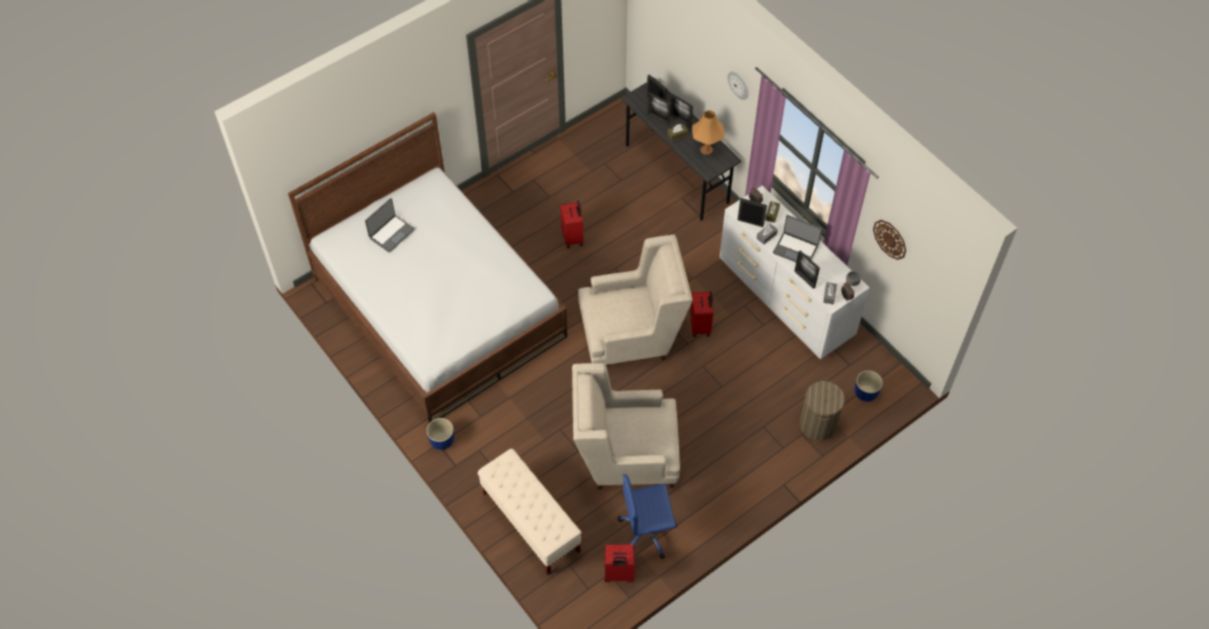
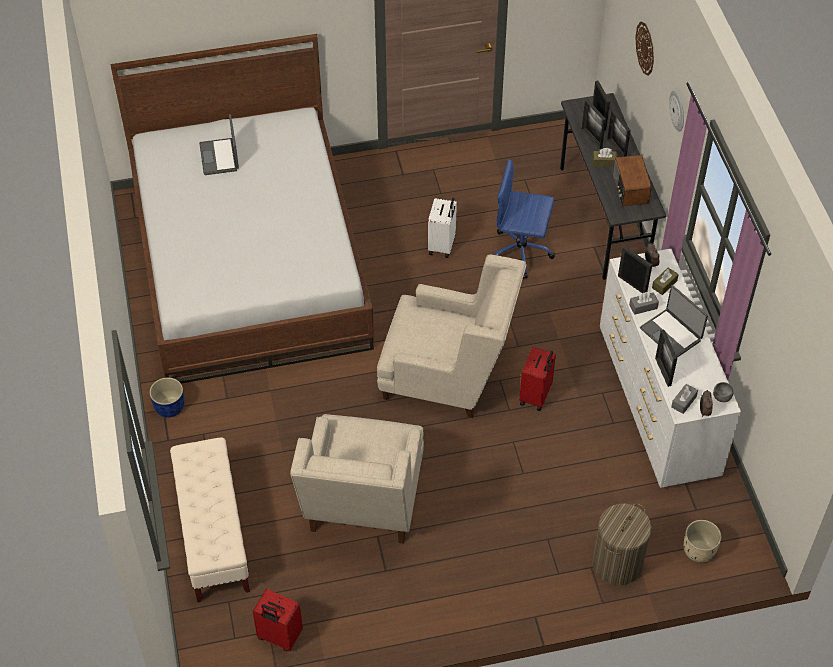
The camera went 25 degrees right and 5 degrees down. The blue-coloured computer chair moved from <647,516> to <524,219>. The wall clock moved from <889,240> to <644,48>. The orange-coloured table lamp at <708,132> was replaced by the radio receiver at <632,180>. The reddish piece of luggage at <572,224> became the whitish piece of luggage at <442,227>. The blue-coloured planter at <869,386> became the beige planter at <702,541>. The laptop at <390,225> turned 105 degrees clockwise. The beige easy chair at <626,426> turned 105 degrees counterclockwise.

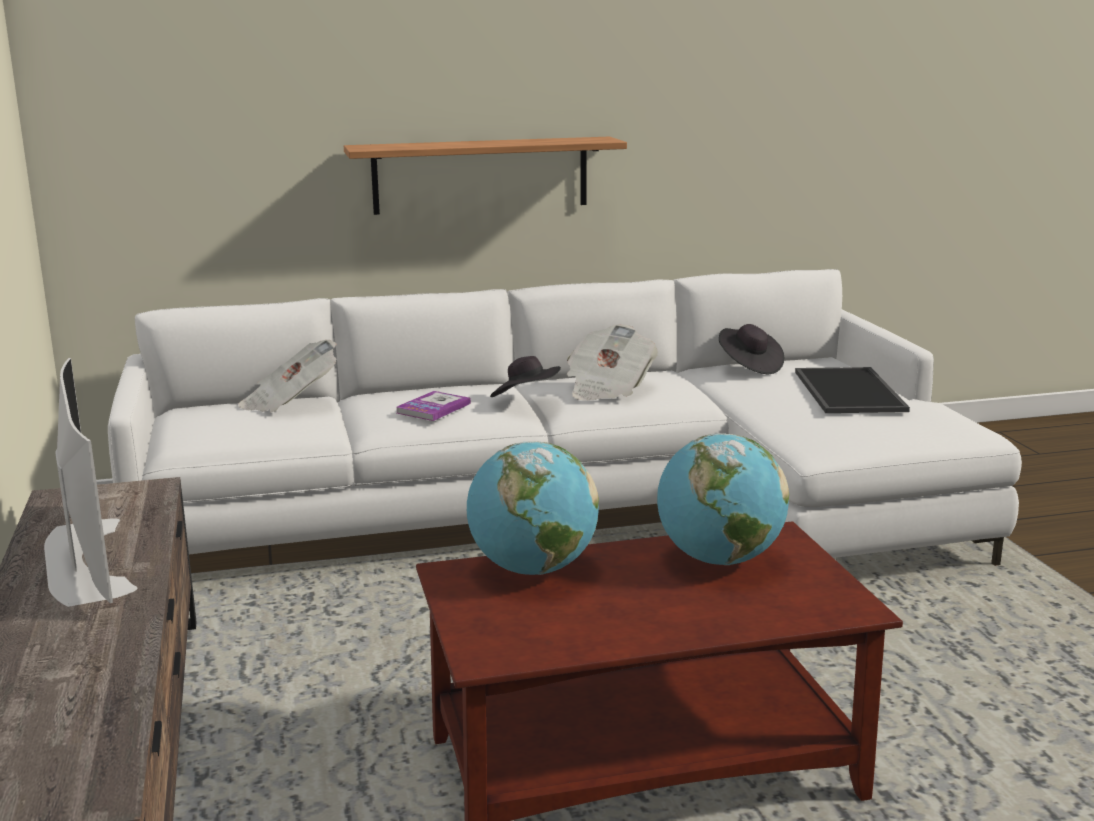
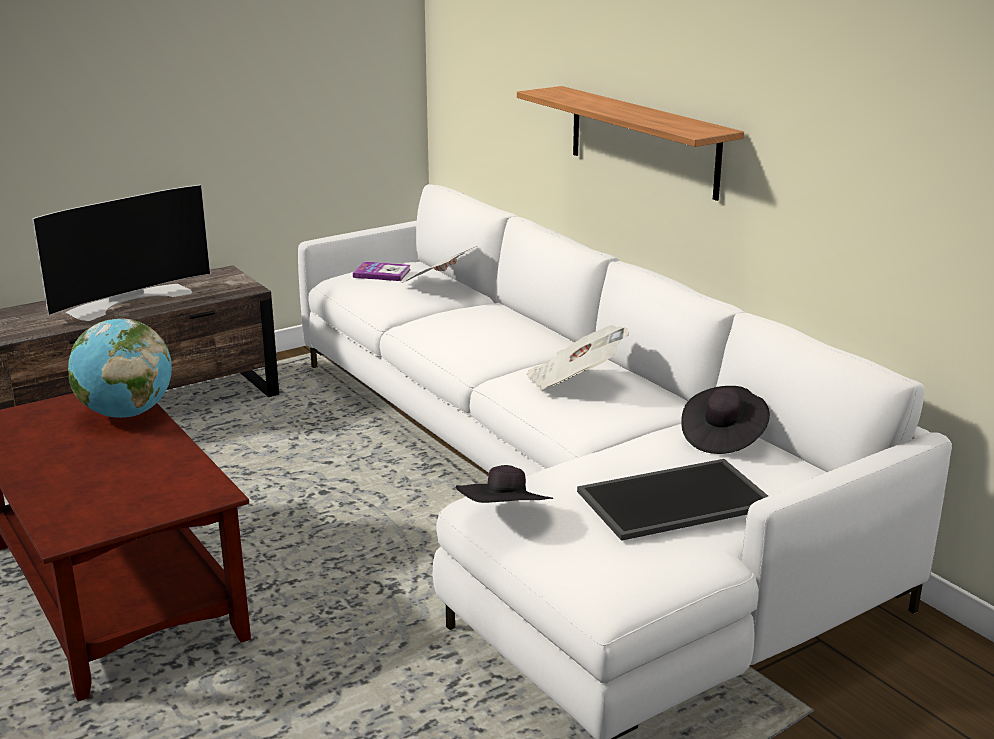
The camera went 70 degrees right and 5 degrees up. The desk globe at <723,499> disappeared. The book moved from <434,406> to <382,271>. The black-coloured wearable hat moved from <525,376> to <504,484>.

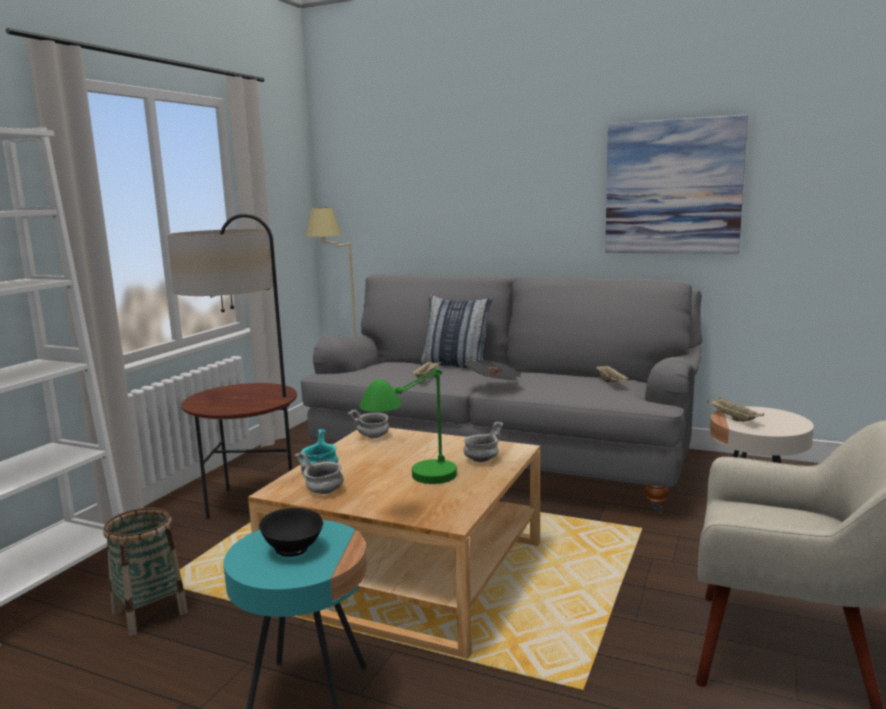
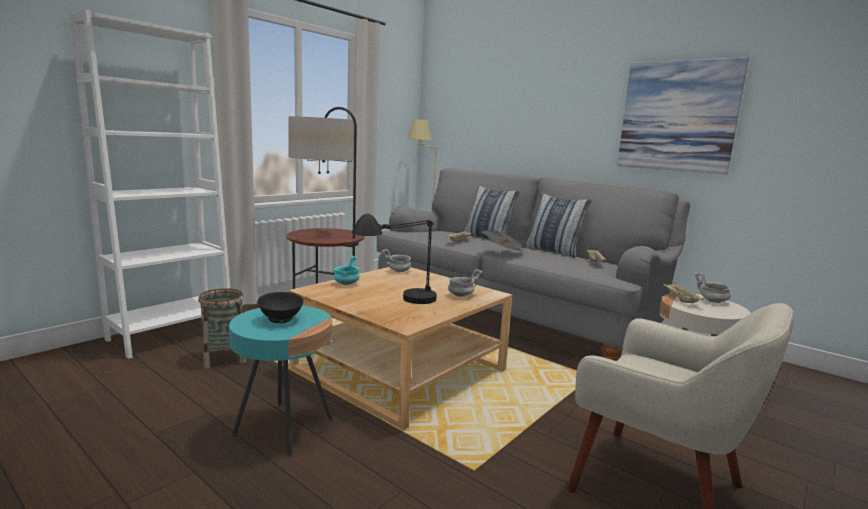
The camera went 15 degrees right and 0 degrees up. The pillow at <558,225> appeared. The grey serving bowl moved from <319,473> to <712,287>. The green table lamp at <408,426> became the black-coloured table lamp at <394,259>.

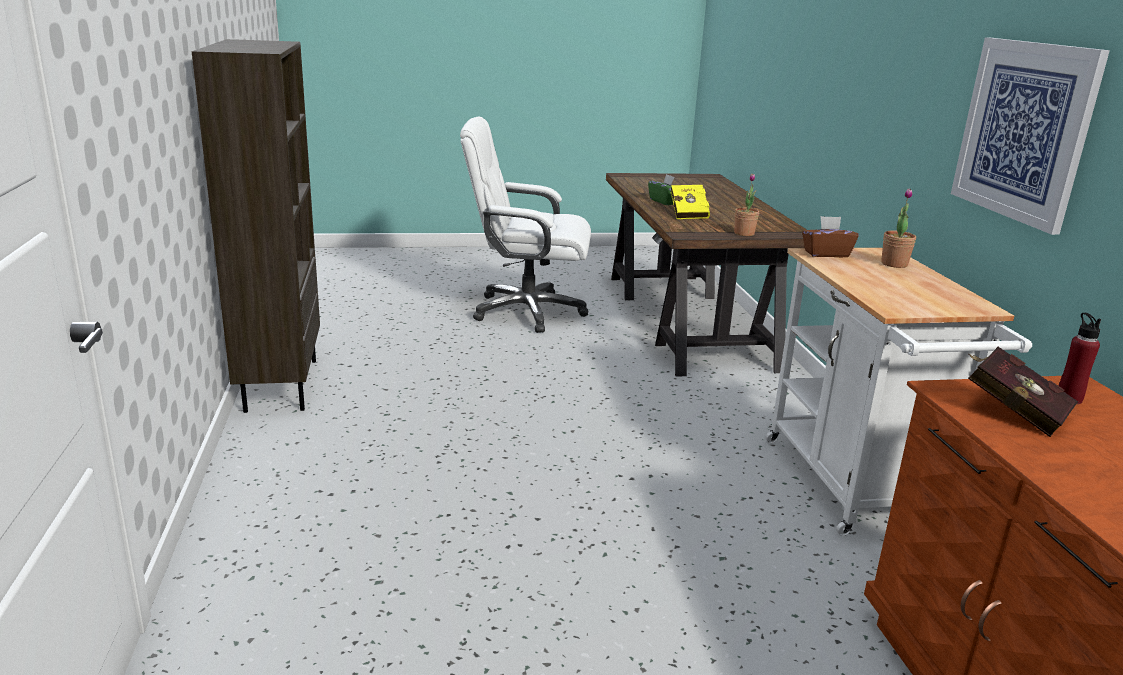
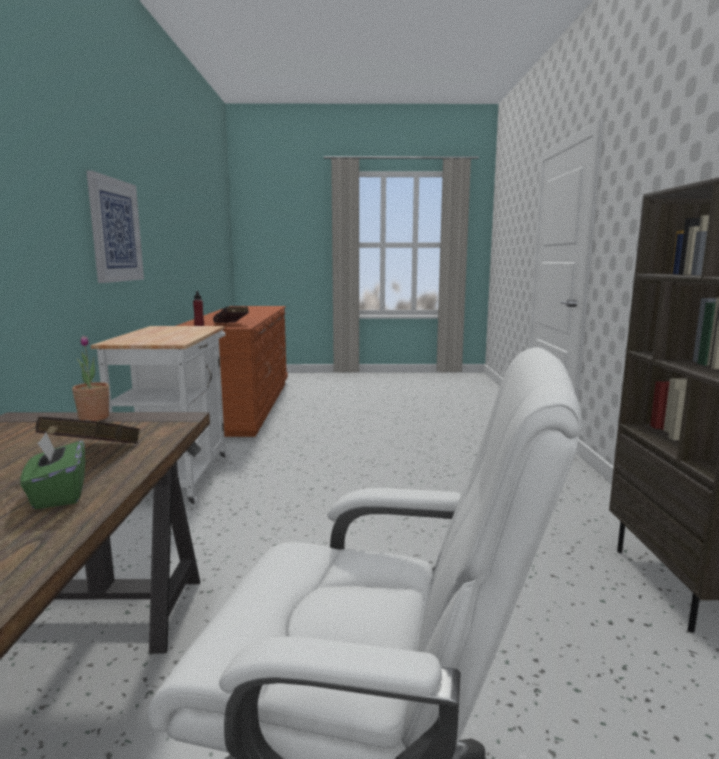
The camera went 170 degrees left and 10 degrees down. The brown-coloured tissue holder at <830,236> disappeared. The houseplant at <898,228> disappeared. The yellow book at <690,202> became the reddish book at <87,430>.

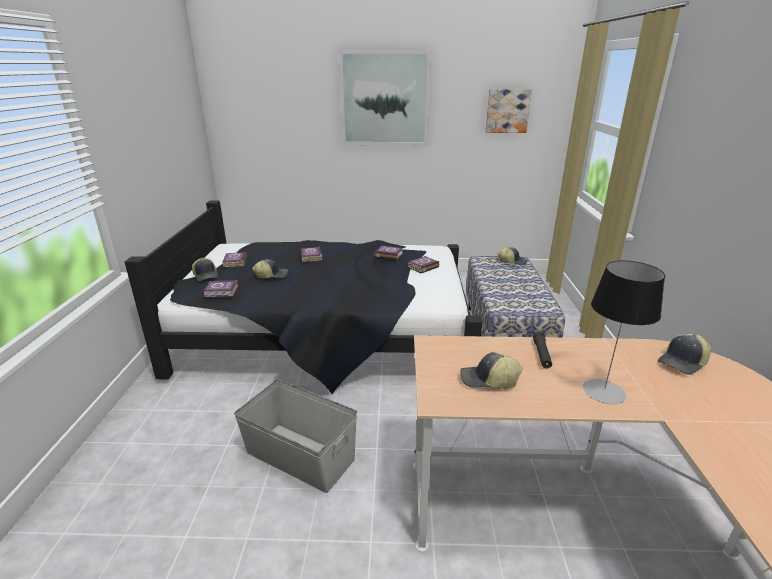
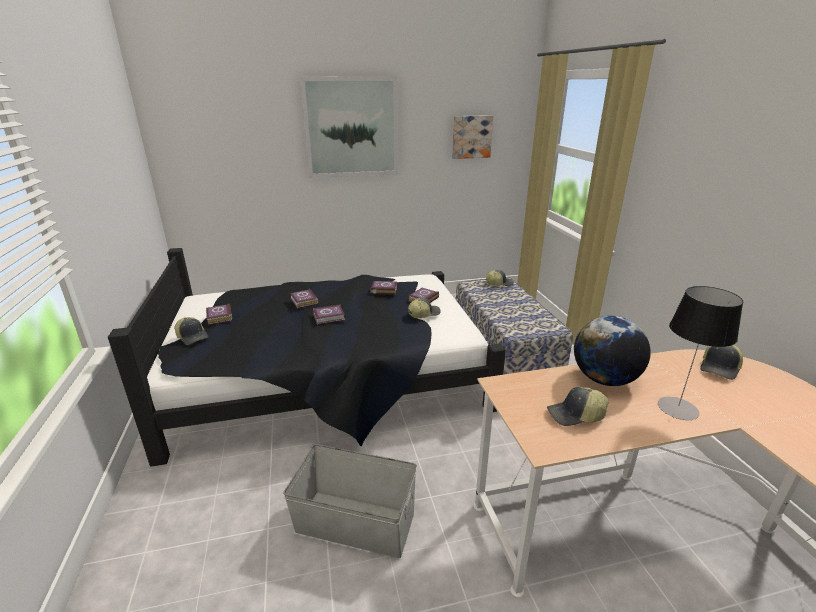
The camera went 15 degrees left and 0 degrees up. The book moved from <220,289> to <329,315>. The peaked cap moved from <270,268> to <424,308>. The black-coloured torch at <542,350> was replaced by the desk globe at <612,351>.

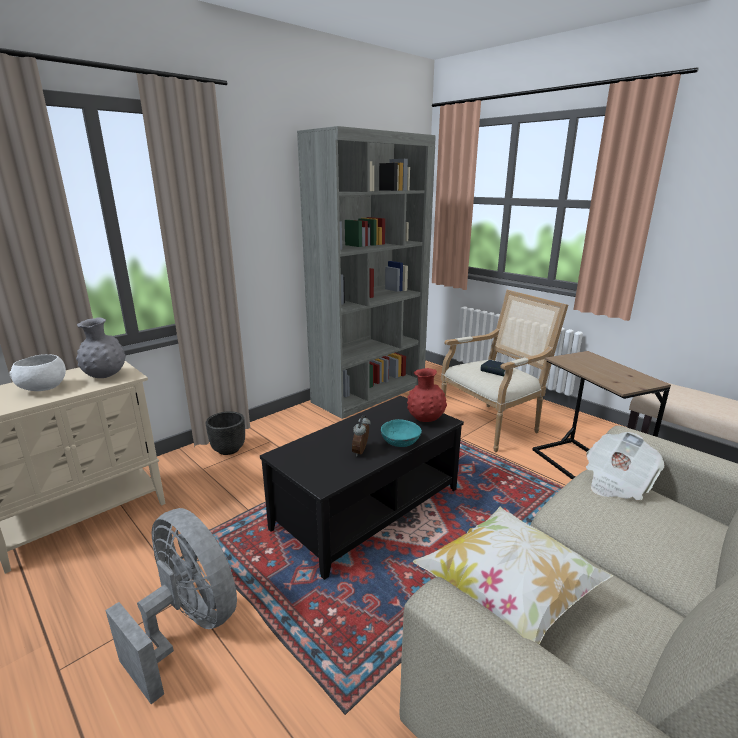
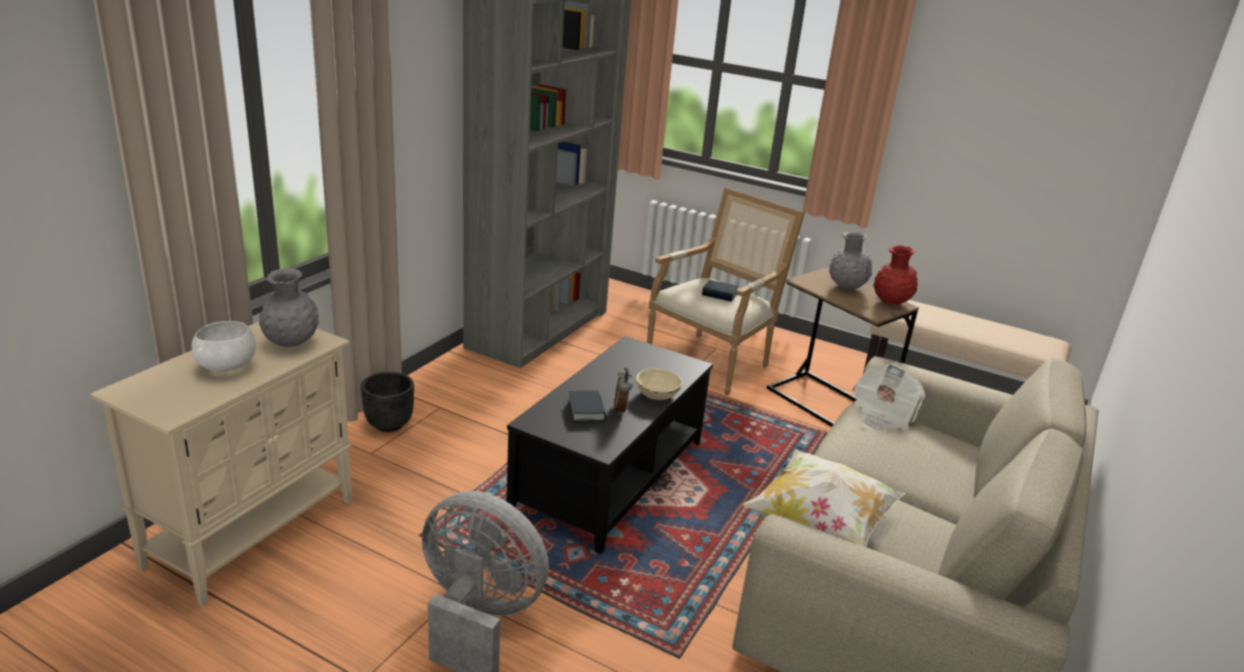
The camera went 20 degrees left and 5 degrees up. The book at <587,406> appeared. The grey decorative vase at <850,260> appeared. The reddish decorative vase moved from <427,395> to <895,274>. The blue-green serving bowl at <401,433> became the beige serving bowl at <659,384>.

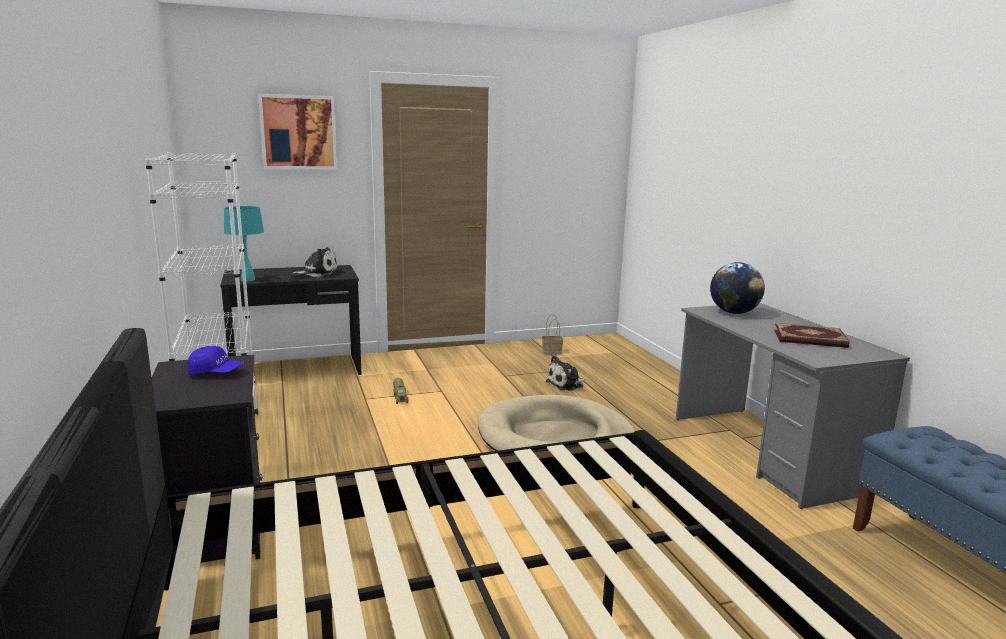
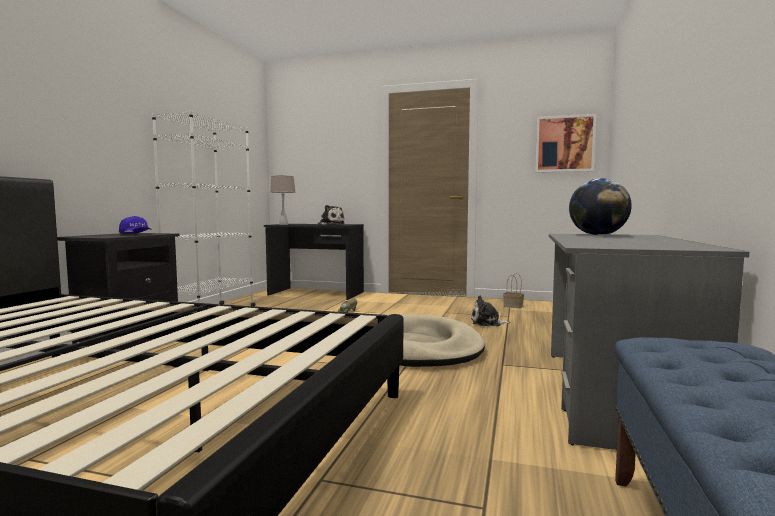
The camera went 35 degrees right and 10 degrees down. The book at <812,335> disappeared. The wall picture moved from <297,132> to <565,143>. The blue-green table lamp at <244,244> became the beige table lamp at <283,200>.

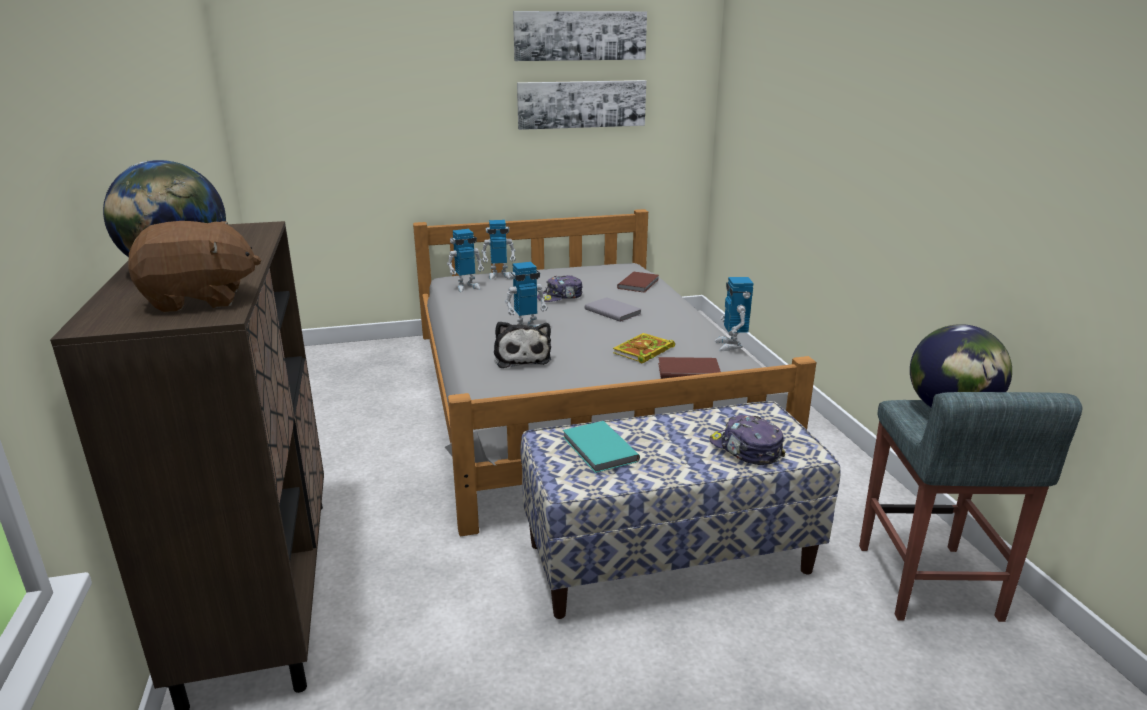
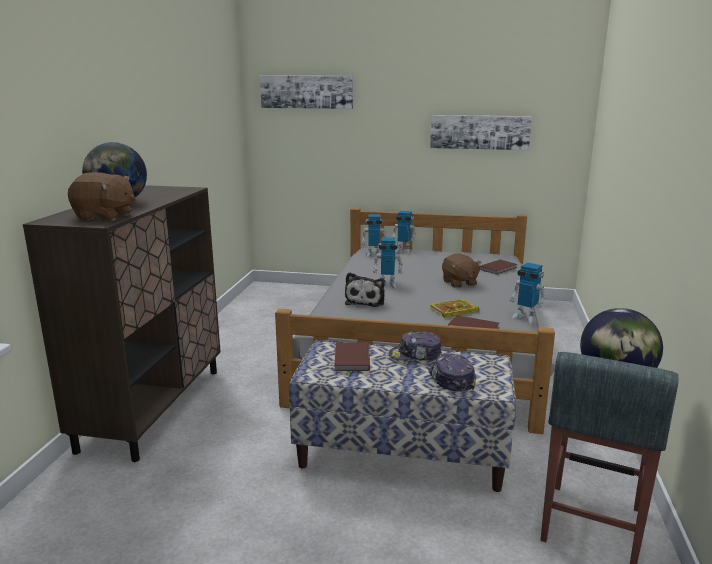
The camera went 25 degrees right and 5 degrees down. The wall picture moved from <580,36> to <306,92>. The peaked cap moved from <560,288> to <415,346>. The grey book at <613,309> was replaced by the brown-coloured cuddly toy at <461,270>. The blue-green book at <601,447> became the brown-coloured book at <352,357>. The model robot at <734,314> turned 75 degrees counterclockwise.

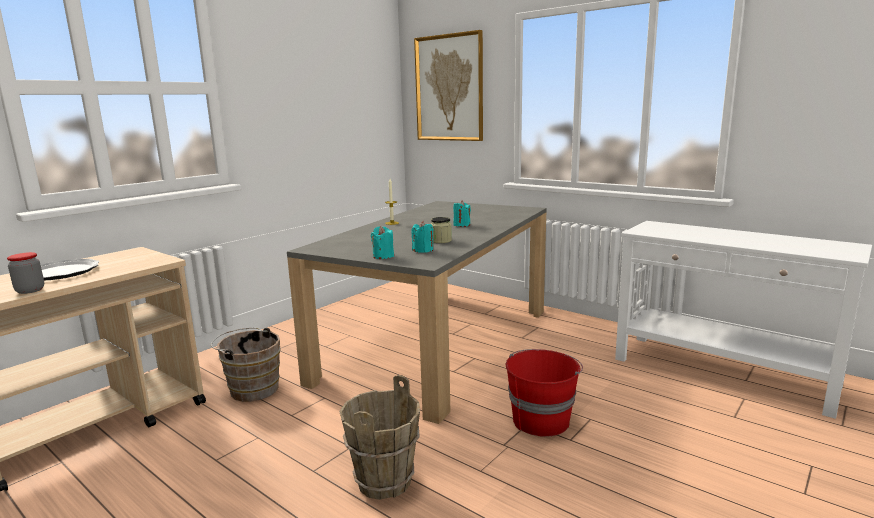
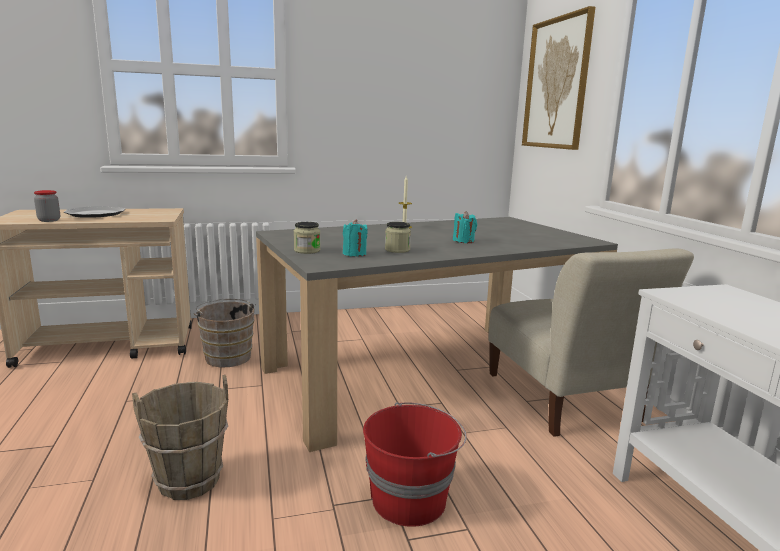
The camera went 35 degrees right and 0 degrees up. The beige upright chair at <591,342> appeared. The blue-green candle at <382,242> was replaced by the storage jar at <307,238>.

